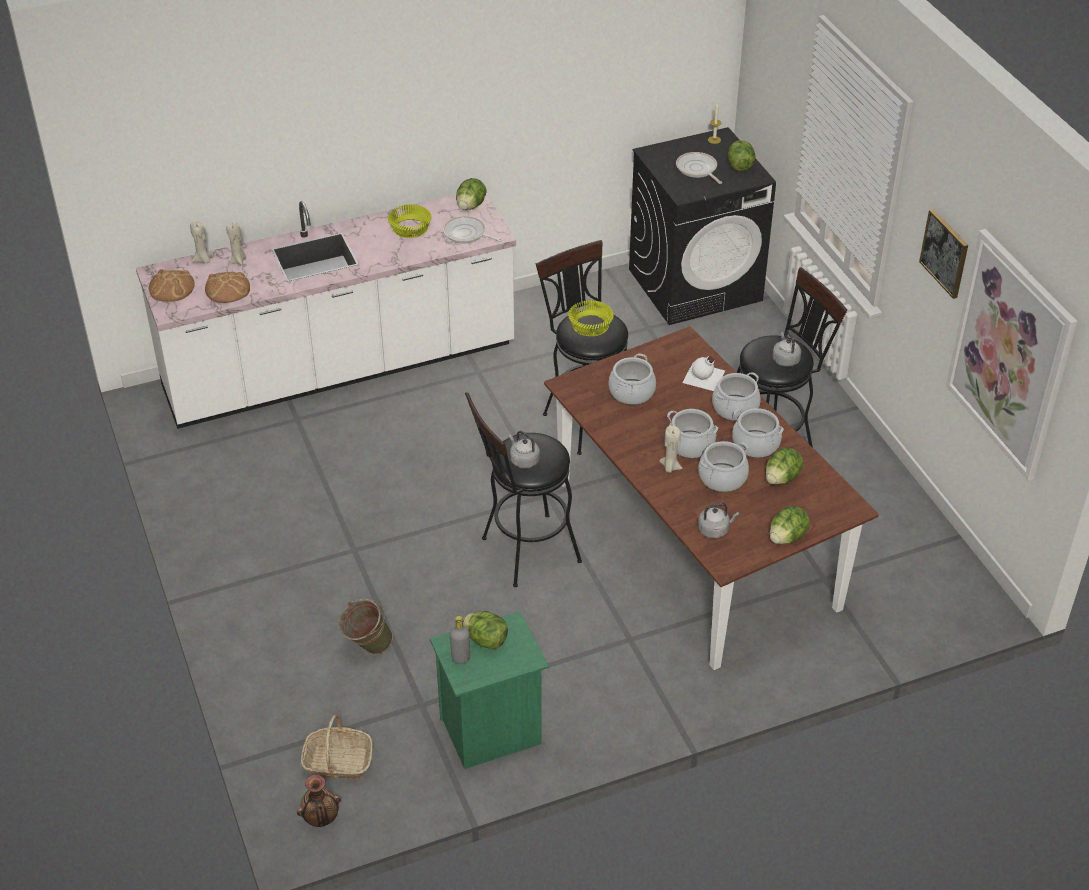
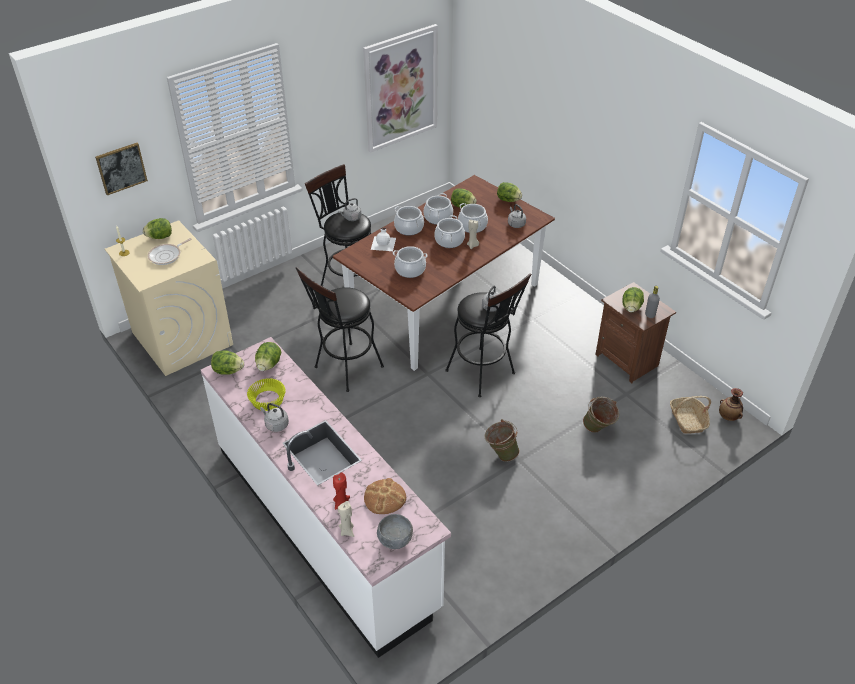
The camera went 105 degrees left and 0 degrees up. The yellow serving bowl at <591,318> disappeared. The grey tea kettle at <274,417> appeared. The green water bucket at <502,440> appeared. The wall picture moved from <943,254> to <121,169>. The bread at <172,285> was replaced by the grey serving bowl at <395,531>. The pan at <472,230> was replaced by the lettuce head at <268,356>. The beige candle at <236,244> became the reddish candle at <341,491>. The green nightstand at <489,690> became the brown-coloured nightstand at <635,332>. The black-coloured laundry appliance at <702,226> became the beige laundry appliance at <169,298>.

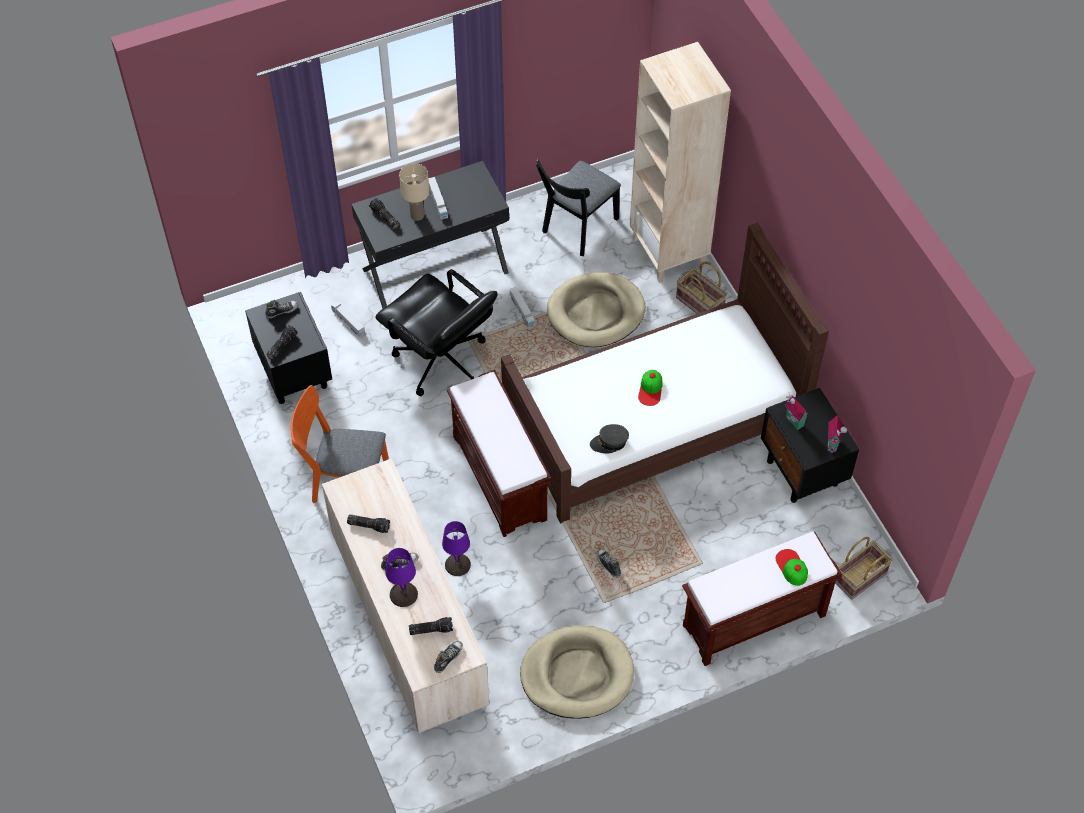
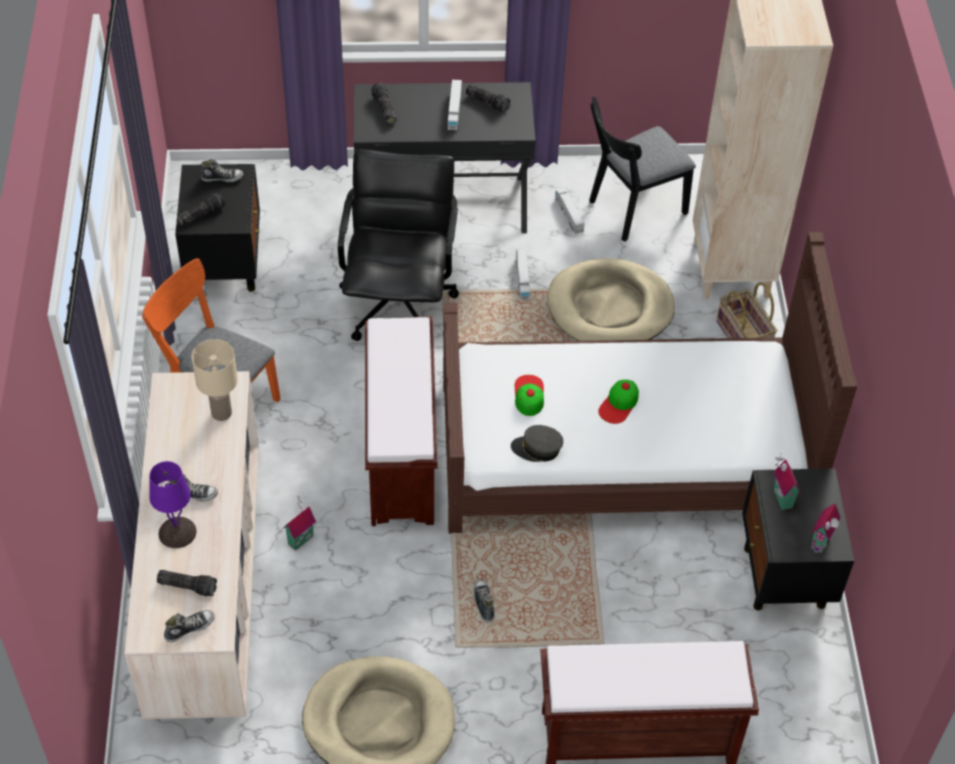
The camera went 20 degrees right and 5 degrees down. The household basket at <864,568> disappeared. The toy truck moved from <348,319> to <569,211>. The torch moved from <368,524> to <488,98>. The beige table lamp moved from <414,192> to <215,380>. The peaked cap moved from <792,567> to <529,395>. The purplish table lamp at <456,548> was replaced by the model house at <299,523>. The black-coloured computer chair at <437,332> turned 150 degrees counterclockwise.

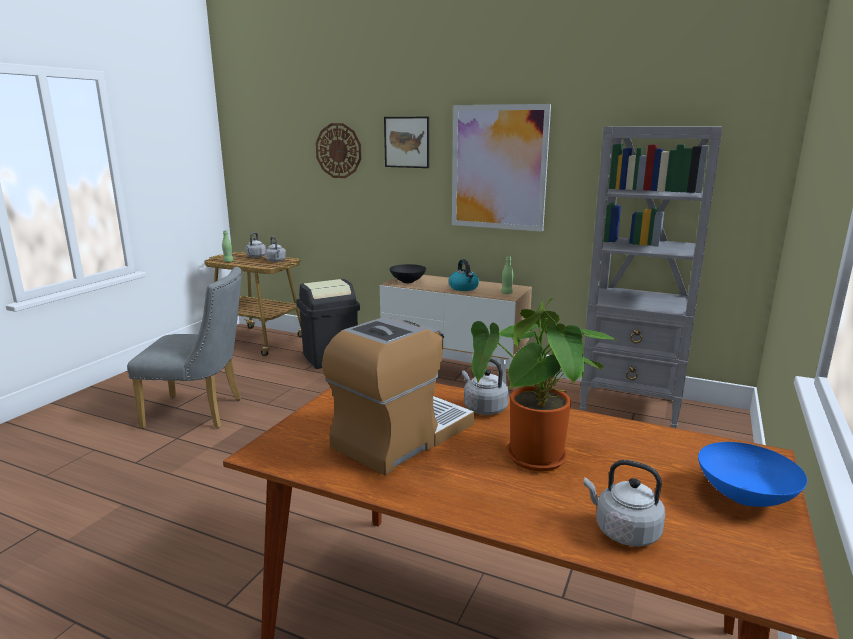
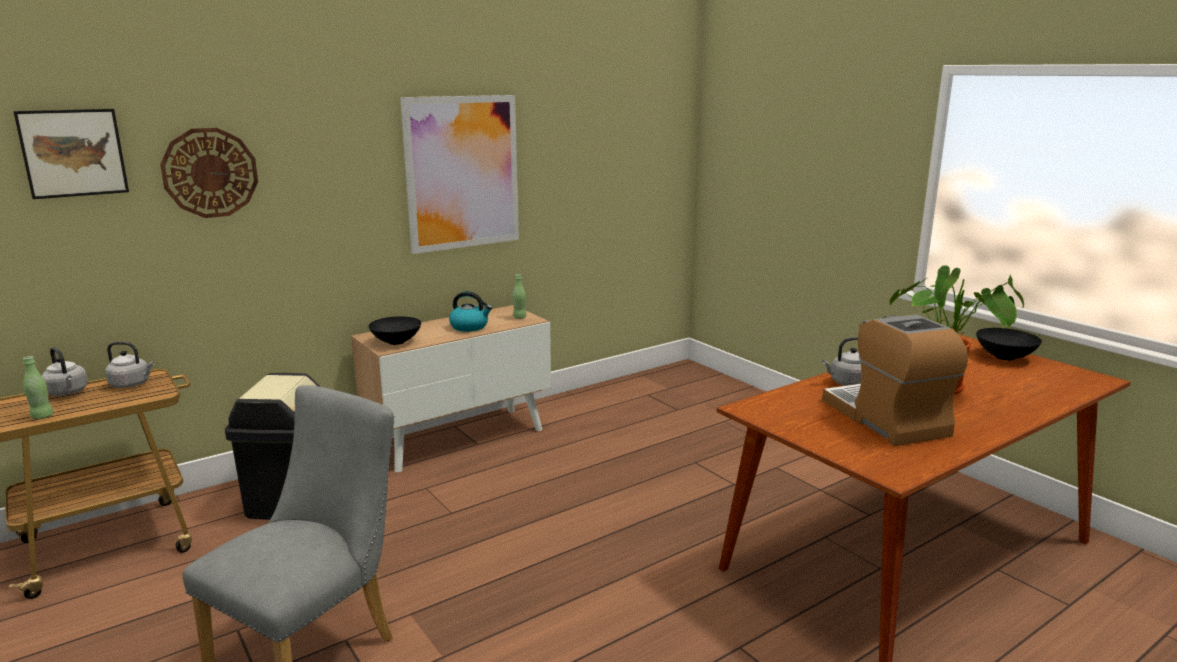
The camera went 60 degrees left and 0 degrees up. The grey bookcase at <651,277> disappeared. The grey tea kettle at <624,503> disappeared. The wall picture moved from <406,142> to <71,154>. The blue-coloured serving bowl at <752,474> became the black-coloured serving bowl at <1009,344>.

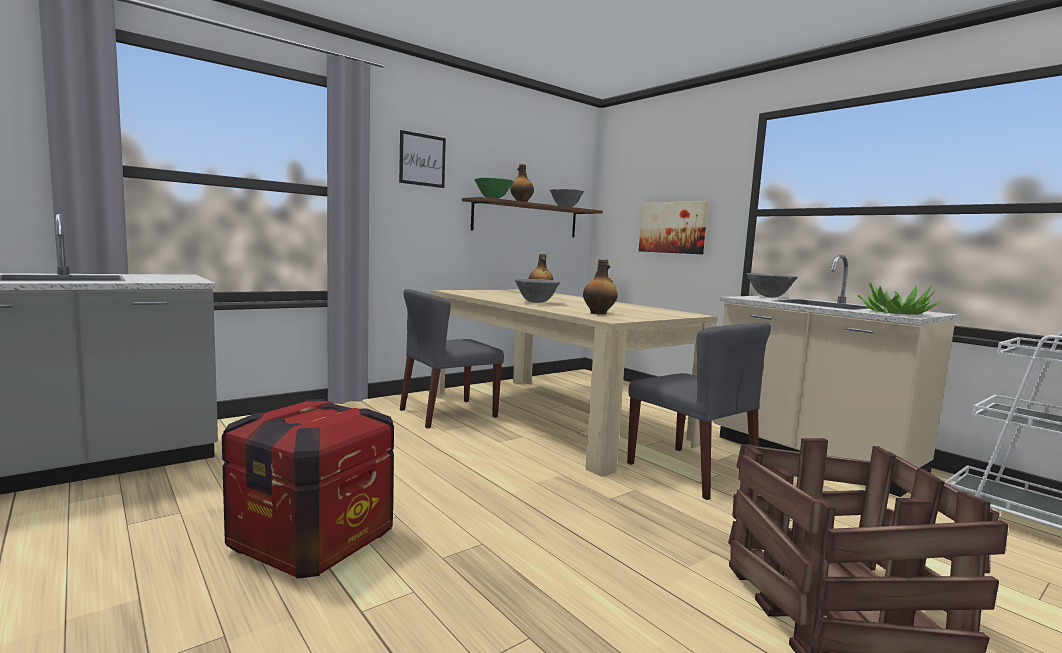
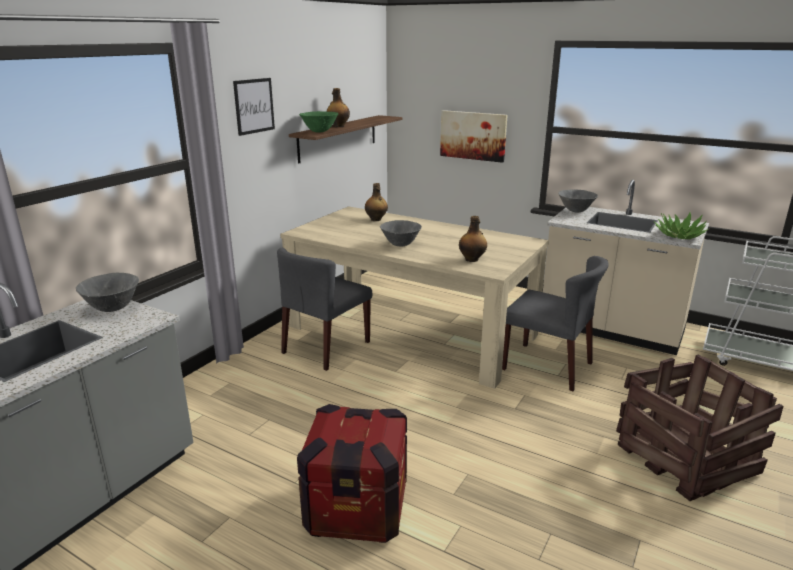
The camera went 20 degrees left and 15 degrees up. The grey serving bowl moved from <567,198> to <107,292>.

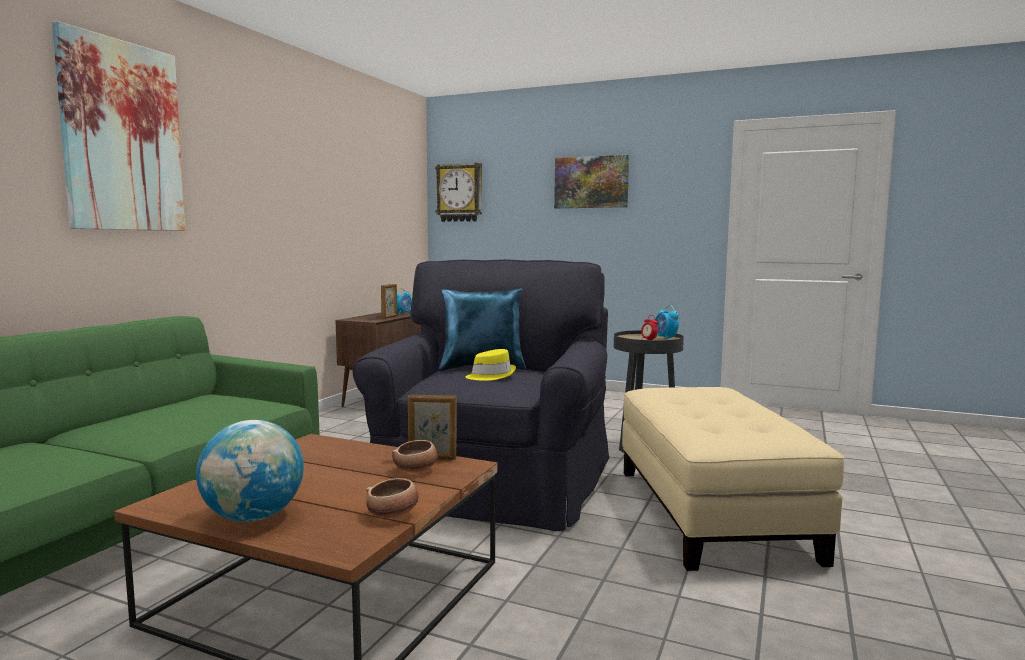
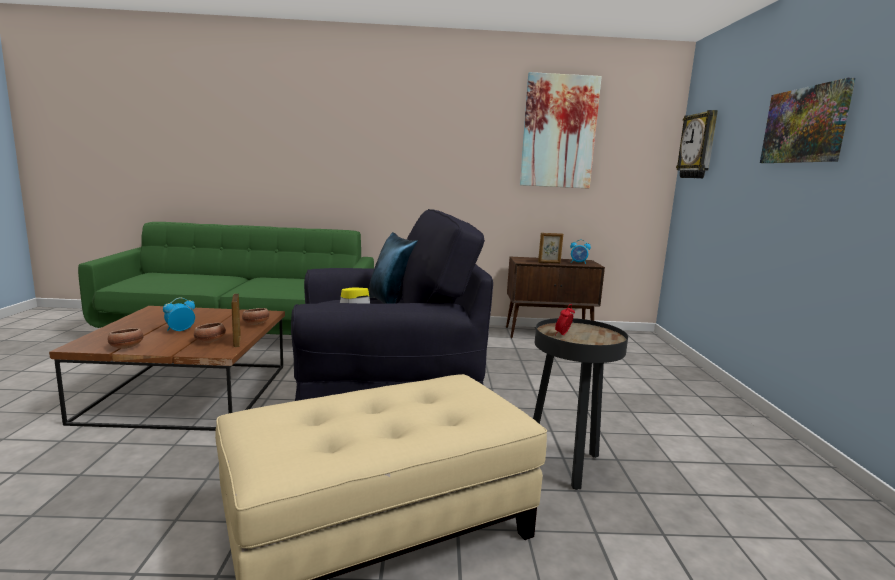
The camera went 65 degrees right and 5 degrees up. The desk globe at <250,471> disappeared. The serving bowl at <256,316> appeared. The wall picture moved from <119,126> to <561,130>. The bedside clock moved from <667,322> to <179,314>.

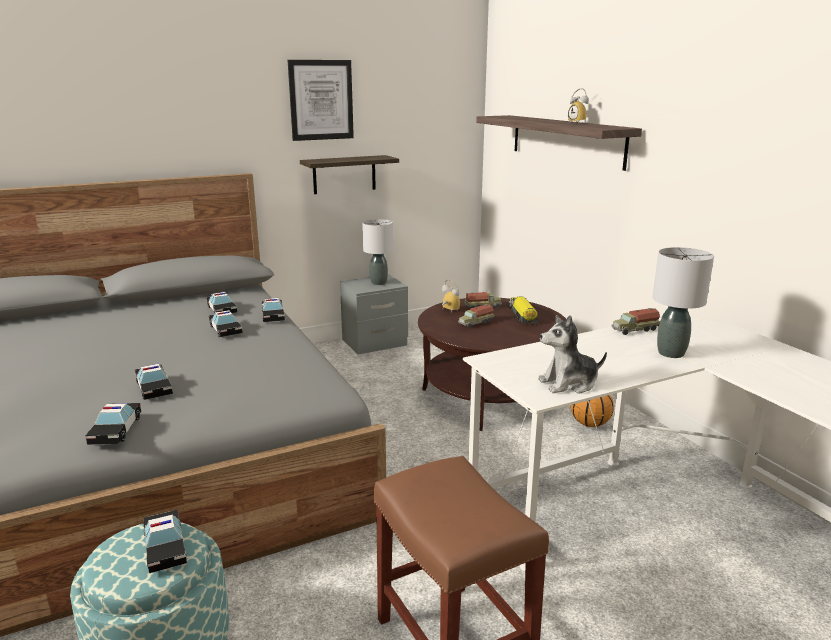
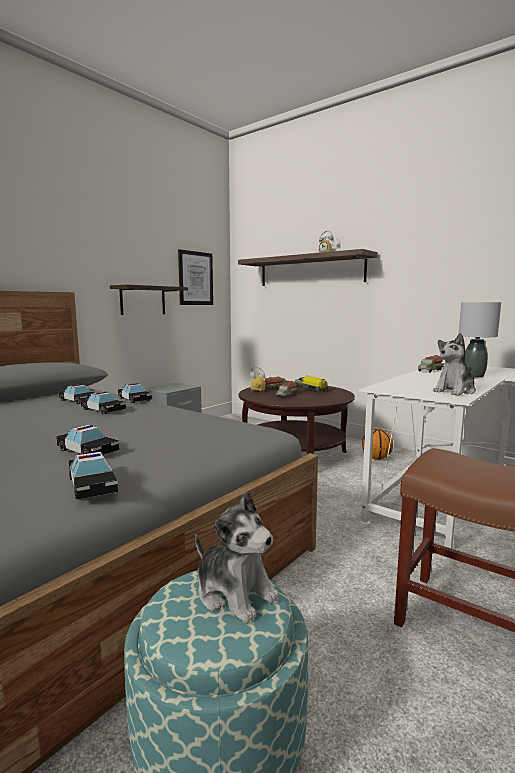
The camera went 25 degrees left and 10 degrees down. The grey table lamp at <377,252> disappeared. The wall picture moved from <321,100> to <195,277>. The toy car at <165,541> was replaced by the cuddly toy at <237,557>.

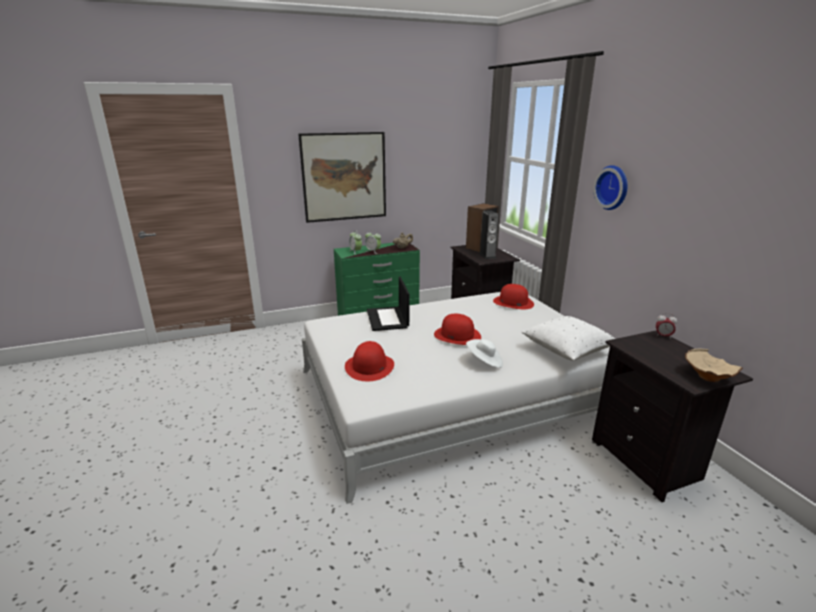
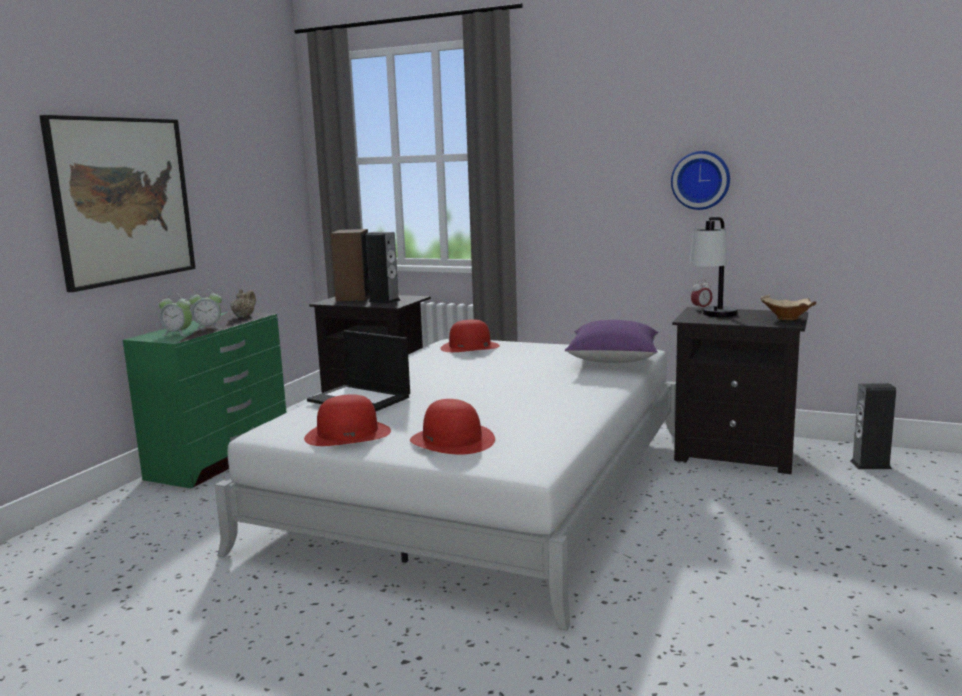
The camera went 45 degrees left and 10 degrees down. The whitish wearable hat at <484,353> disappeared. The table lamp at <714,267> appeared. The audio speaker at <873,426> appeared. The reddish wearable hat moved from <457,329> to <347,420>. The wall clock moved from <610,187> to <700,180>. The whitish pillow at <568,338> became the purplish pillow at <611,341>.

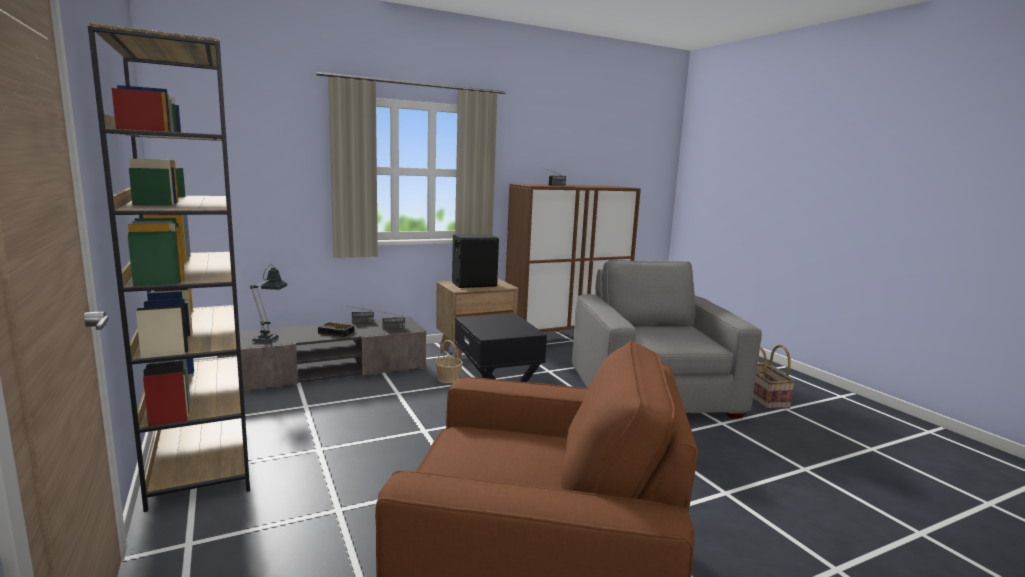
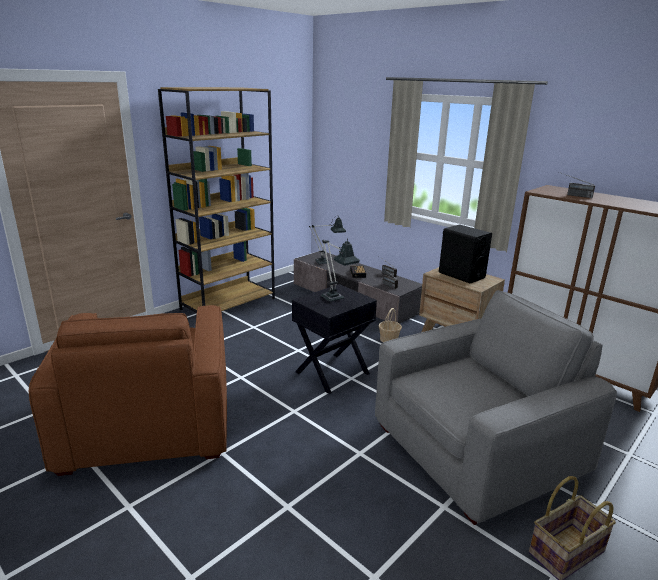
The camera went 70 degrees right and 10 degrees up. The table lamp at <340,270> appeared.

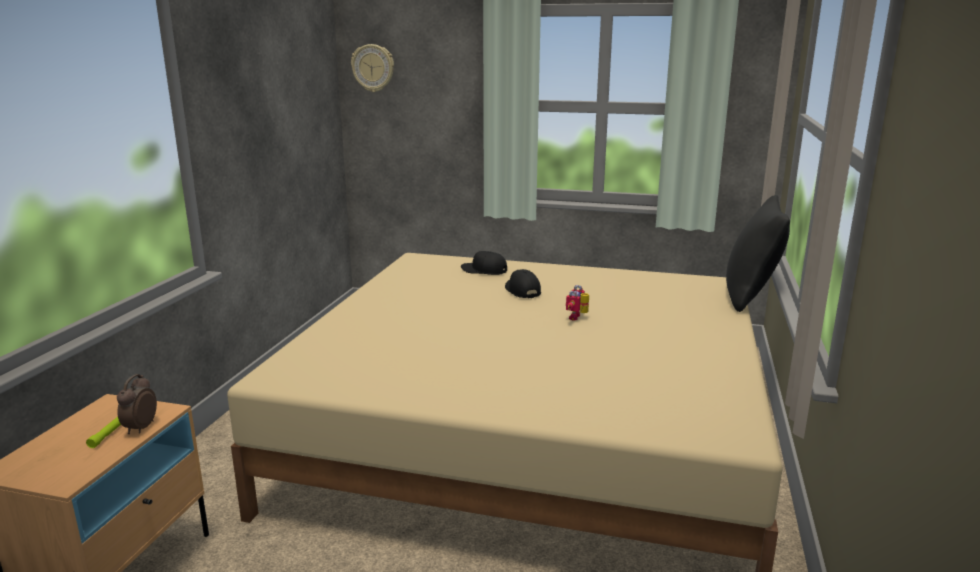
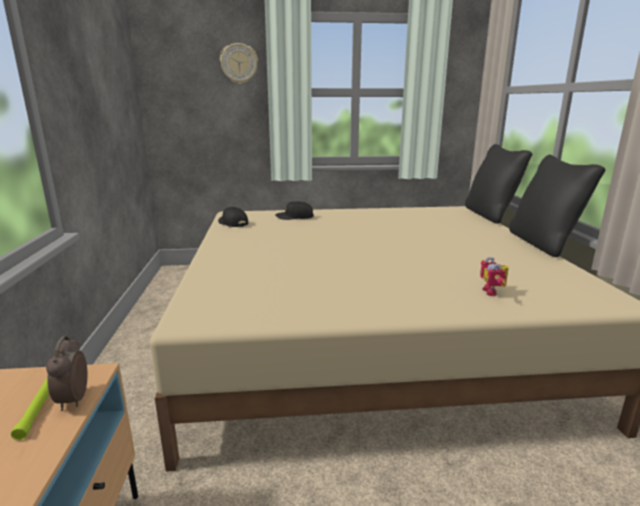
The camera went 20 degrees left and 0 degrees up. The black-coloured pillow at <557,206> appeared. The wall clock moved from <372,68> to <239,63>. The black-coloured peaked cap moved from <523,283> to <233,217>. The model robot moved from <577,302> to <494,276>.

